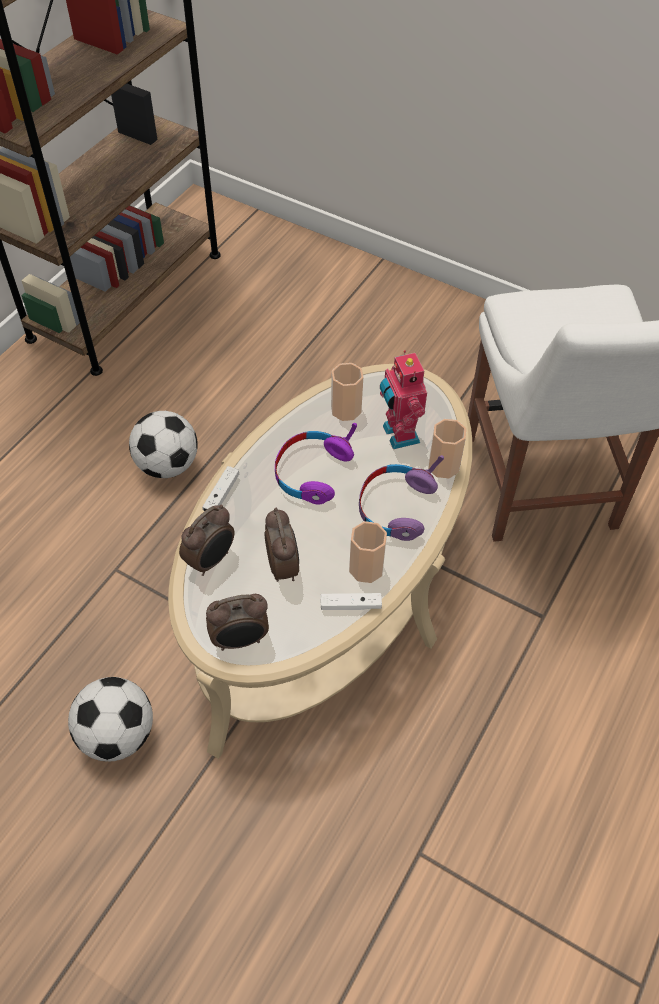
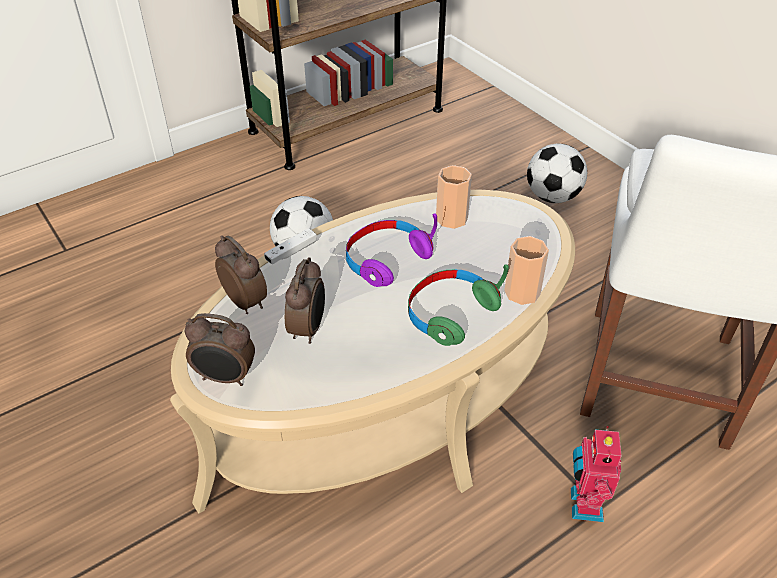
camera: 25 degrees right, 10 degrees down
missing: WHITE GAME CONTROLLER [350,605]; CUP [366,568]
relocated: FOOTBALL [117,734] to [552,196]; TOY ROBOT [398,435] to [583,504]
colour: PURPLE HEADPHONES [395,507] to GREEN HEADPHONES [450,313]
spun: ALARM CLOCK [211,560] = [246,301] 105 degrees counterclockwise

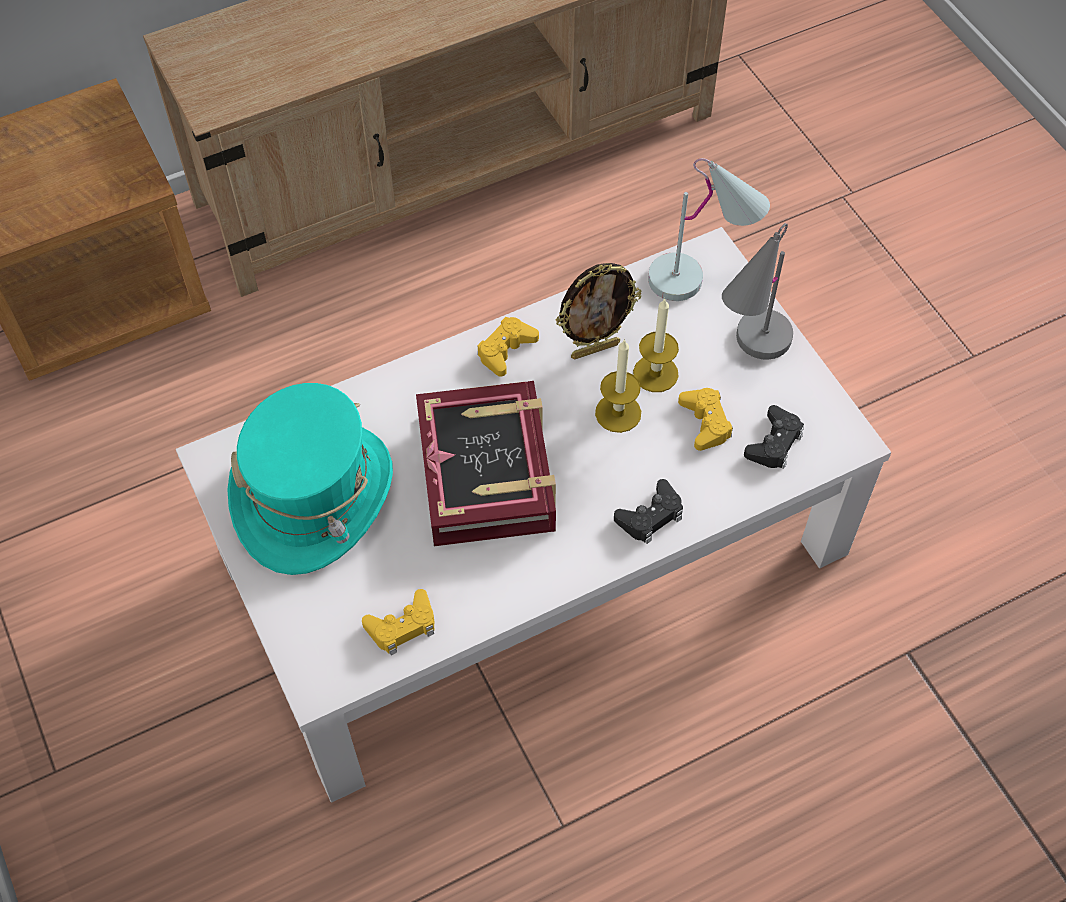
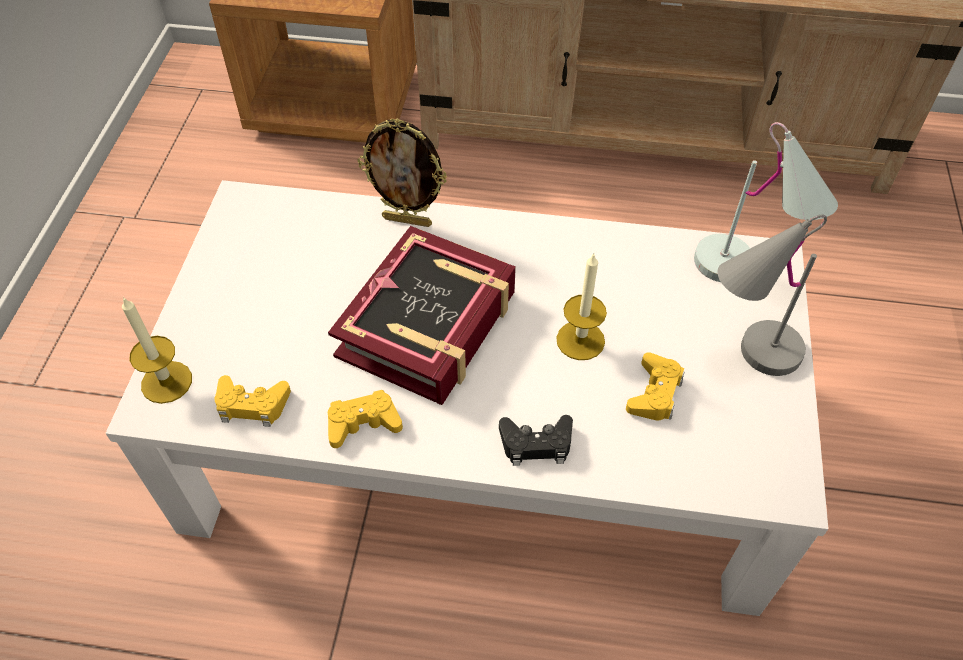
camera: 35 degrees right, 5 degrees down
missing: TURQUOISE HAT [314,496]; BLACK GAME CONTROLLER [774,443]
relocated: YELLOW GAME CONTROLLER [506,350] to [363,423]; PICTURE FRAME [594,349] to [408,220]; CANDLE [655,373] to [166,382]

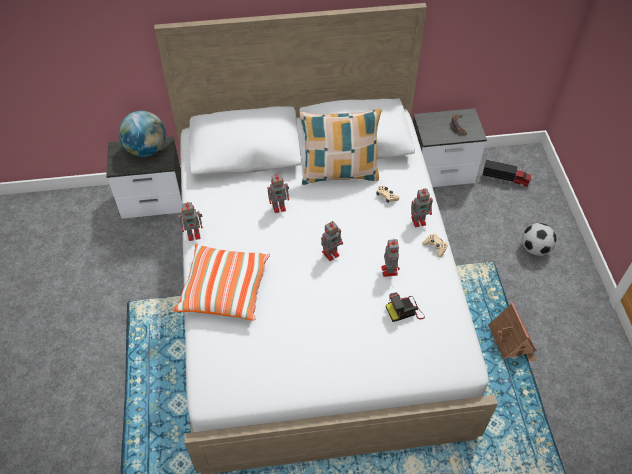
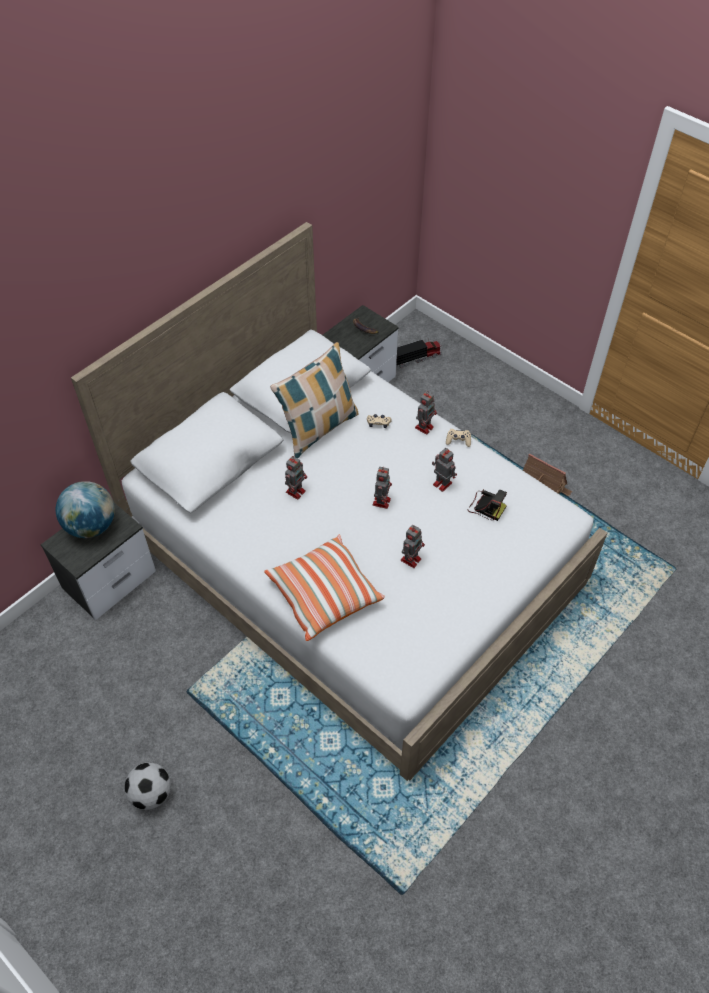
camera: 40 degrees left, 0 degrees up
relocated: TOY ROBOT [194,234] to [411,559]; FOOTBALL [535,249] to [152,793]
spun: PHOTO CAMERA [405,310] = [485,507] 90 degrees counterclockwise

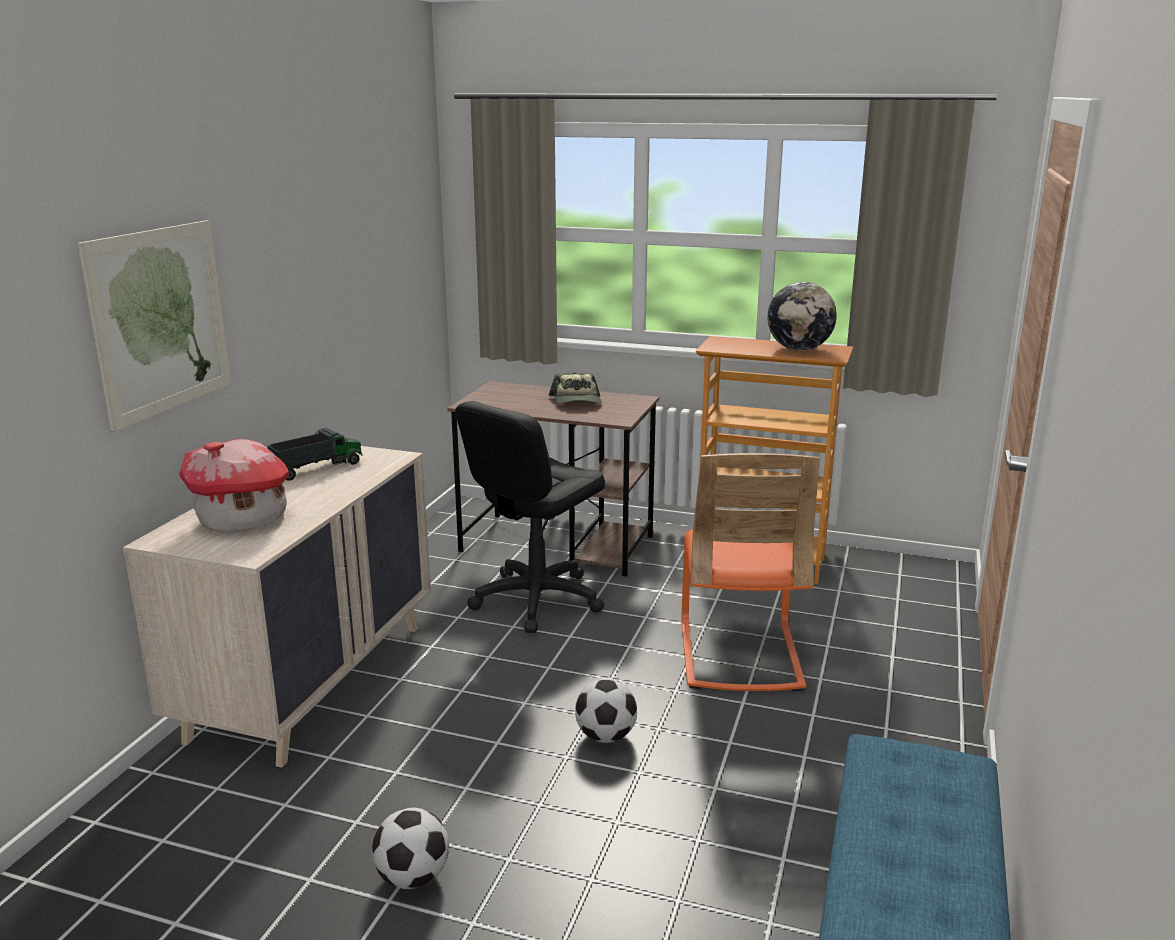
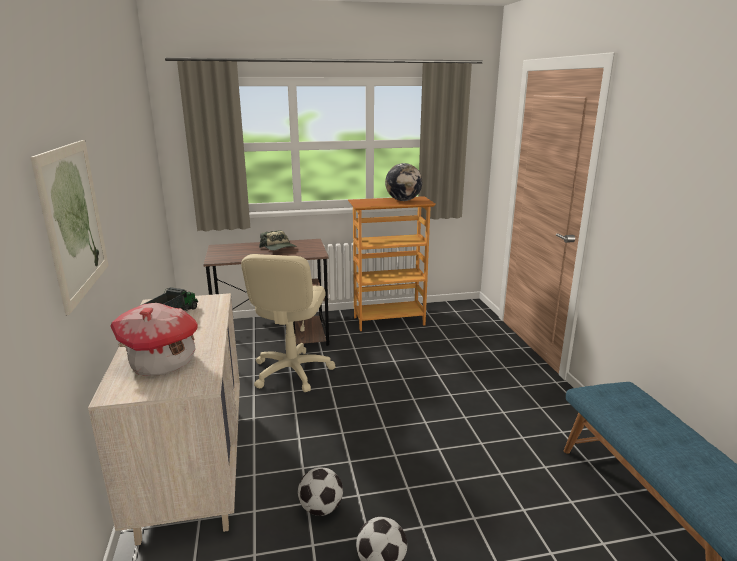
camera: 30 degrees left, 0 degrees up
missing: ORANGE CHAIR [739,655]
relocated: FOOTBALL [606,736] to [321,508]
colour: BLACK OFFICE CHAIR [536,600] to BEIGE OFFICE CHAIR [291,371]

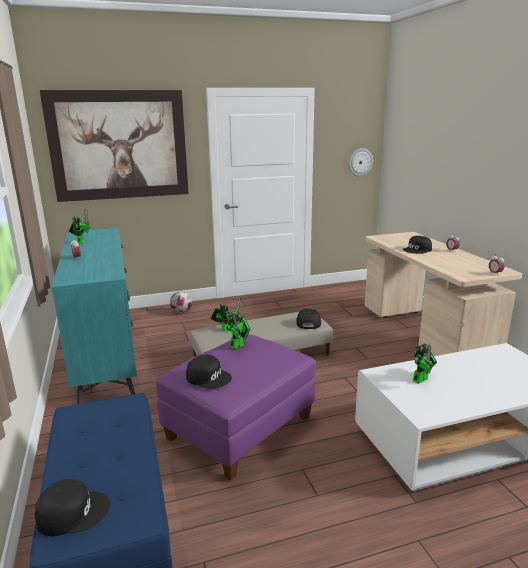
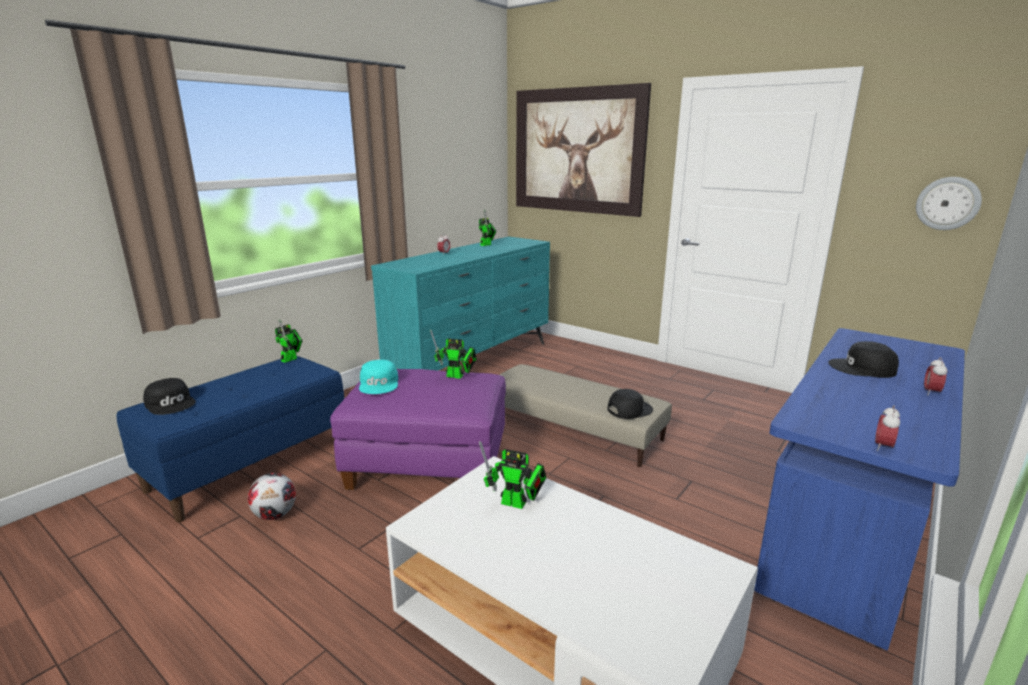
camera: 55 degrees right, 0 degrees up
relocated: FOOTBALL [181,312] to [276,515]; TOY ROBOT [225,329] to [291,359]
colour: BLACK CAP [208,377] to TURQUOISE CAP [379,384]; BEIGE DESK [424,332] to BLUE DESK [847,529]

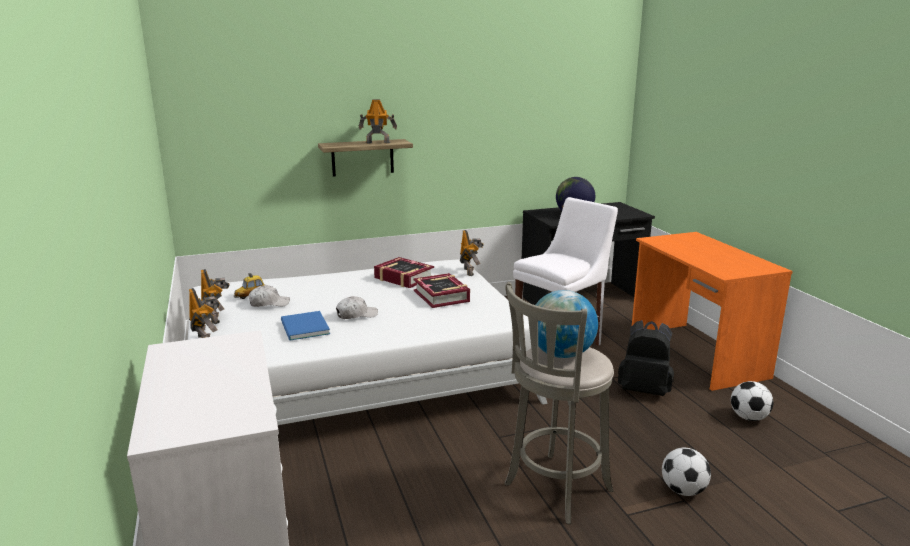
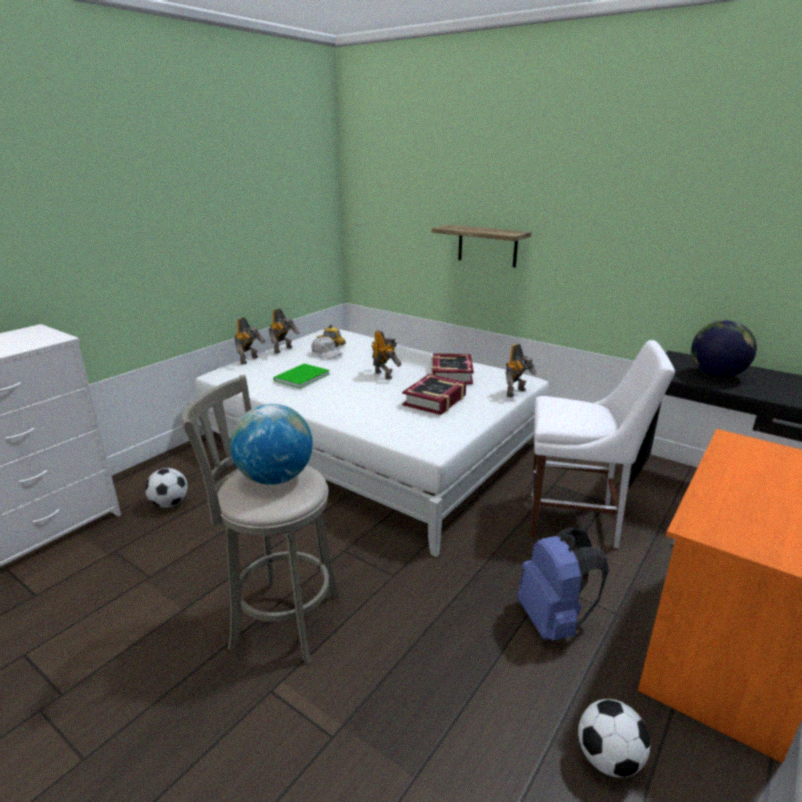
camera: 55 degrees right, 5 degrees up
missing: WHITE CAP [356,315]
relocated: TOY ROBOT [378,143] to [384,375]; FOOTBALL [683,490] to [170,504]
colour: BLUE BOOK [304,328] to GREEN BOOK [300,377]; BLACK BACKPACK [644,390] to BLUE BACKPACK [553,621]

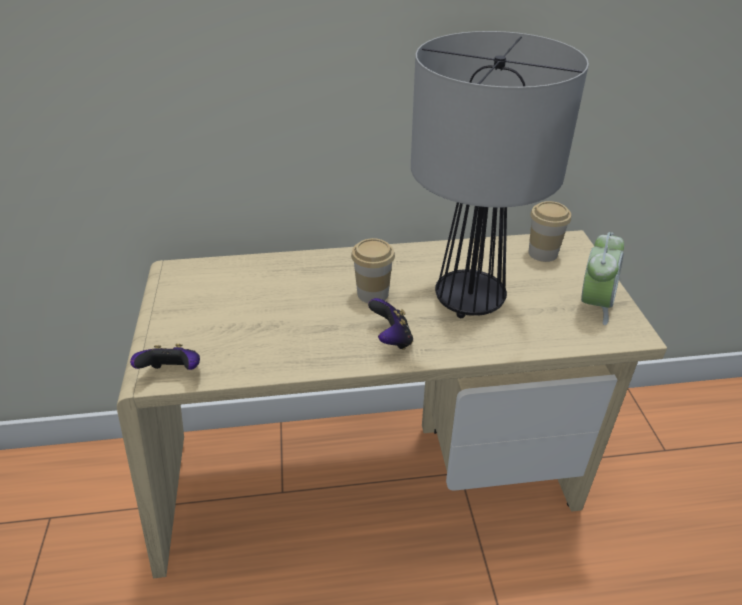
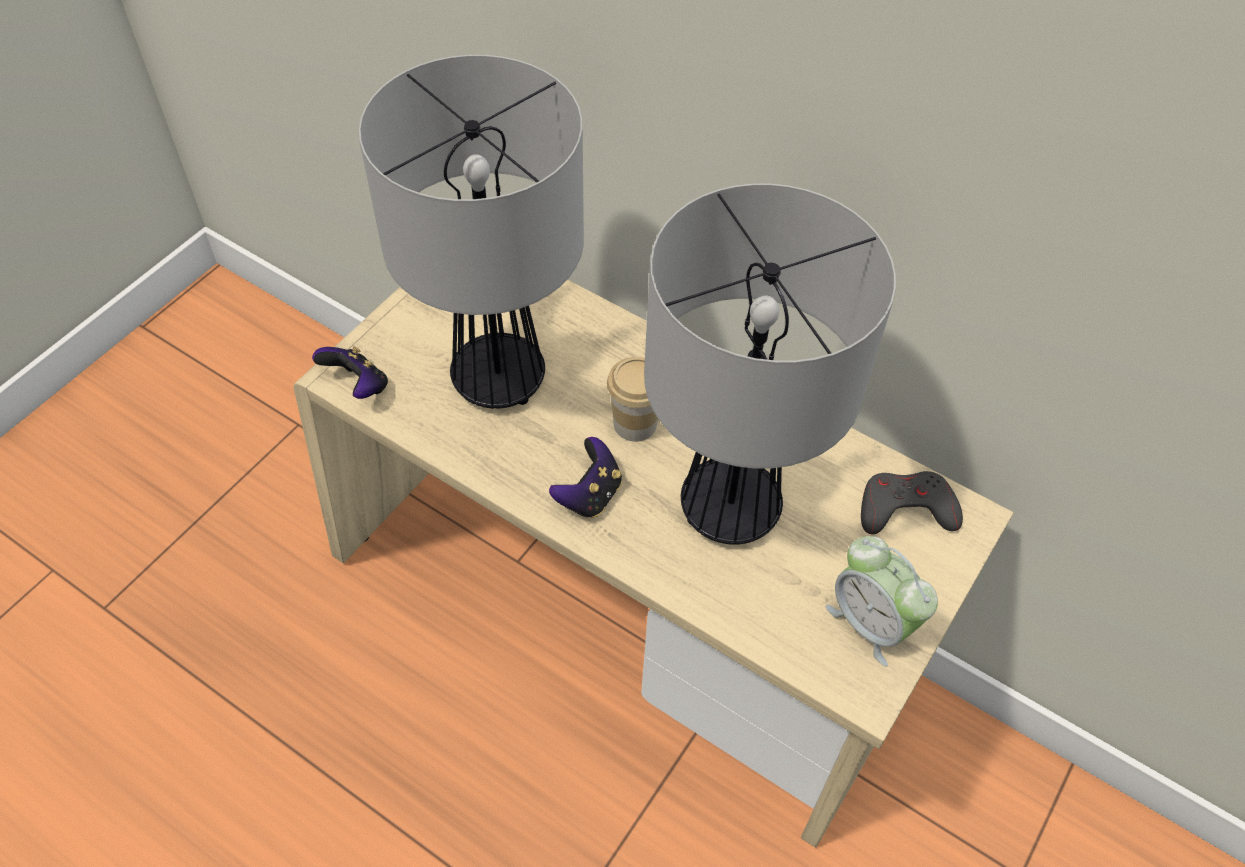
camera: 40 degrees right, 15 degrees up
appeared: TABLE LAMP [498,378]
exchanged: CUP [542,253] to GREY GAME CONTROLLER [905,509]
spun: ALARM CLOCK [594,304] = [871,623] 75 degrees clockwise

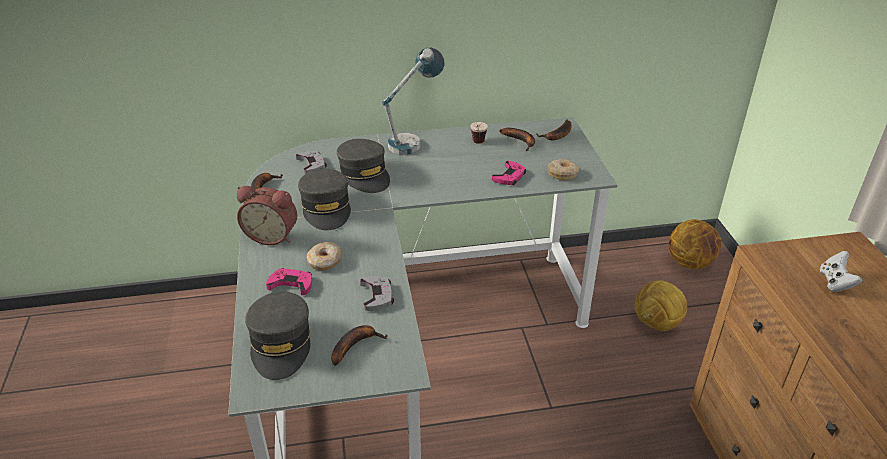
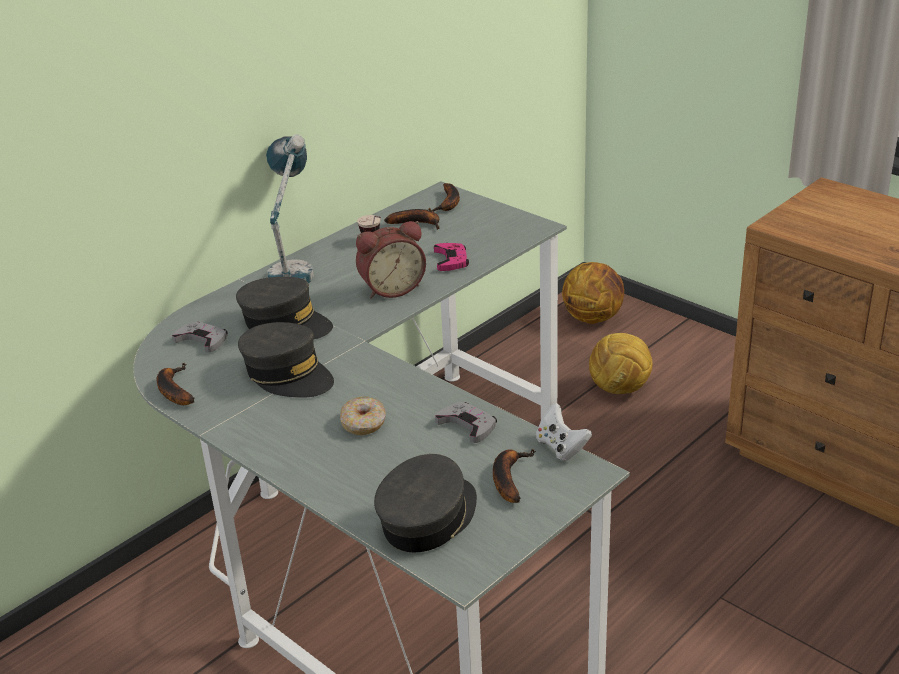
camera: 35 degrees left, 5 degrees down
missing: PINK GAME CONTROLLER [291,284]; DONUT [562,174]
relocated: ALARM CLOCK [272,235] to [391,288]; WHITE GAME CONTROLLER [835,282] to [561,447]
spun: GREY CAP [281,344] = [428,518] 105 degrees counterclockwise

